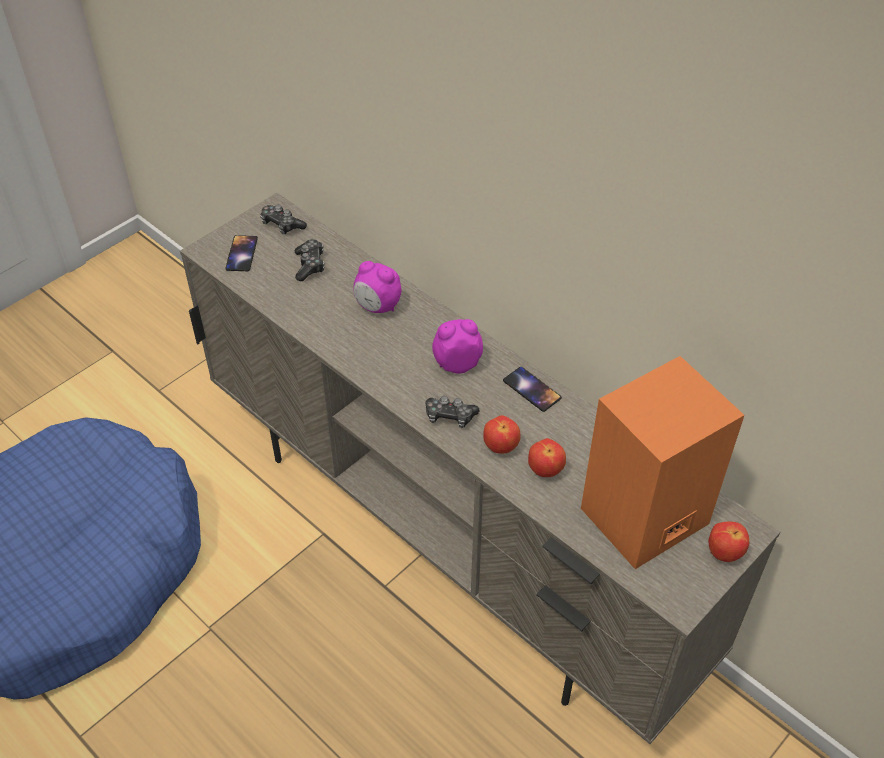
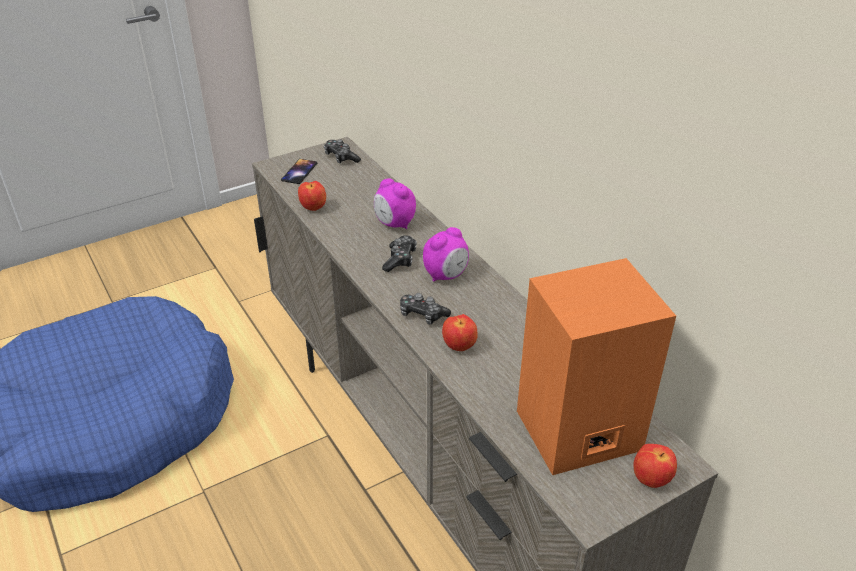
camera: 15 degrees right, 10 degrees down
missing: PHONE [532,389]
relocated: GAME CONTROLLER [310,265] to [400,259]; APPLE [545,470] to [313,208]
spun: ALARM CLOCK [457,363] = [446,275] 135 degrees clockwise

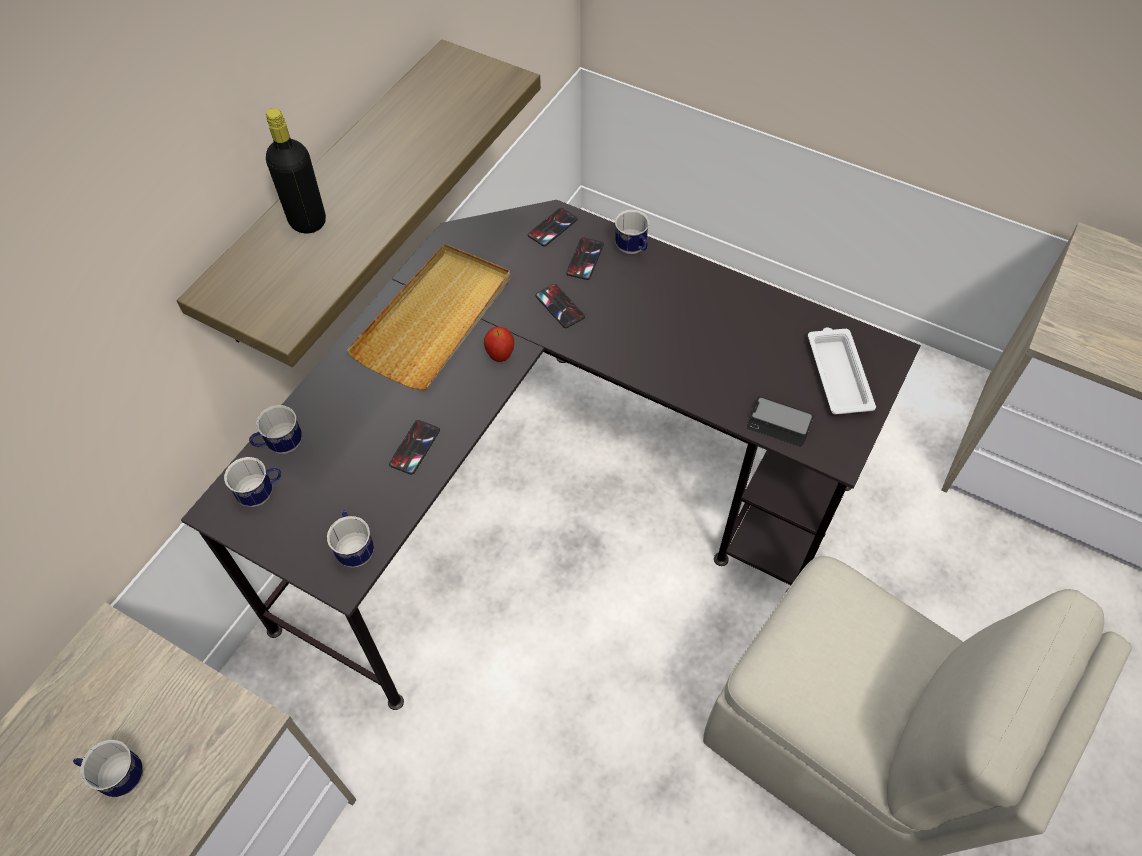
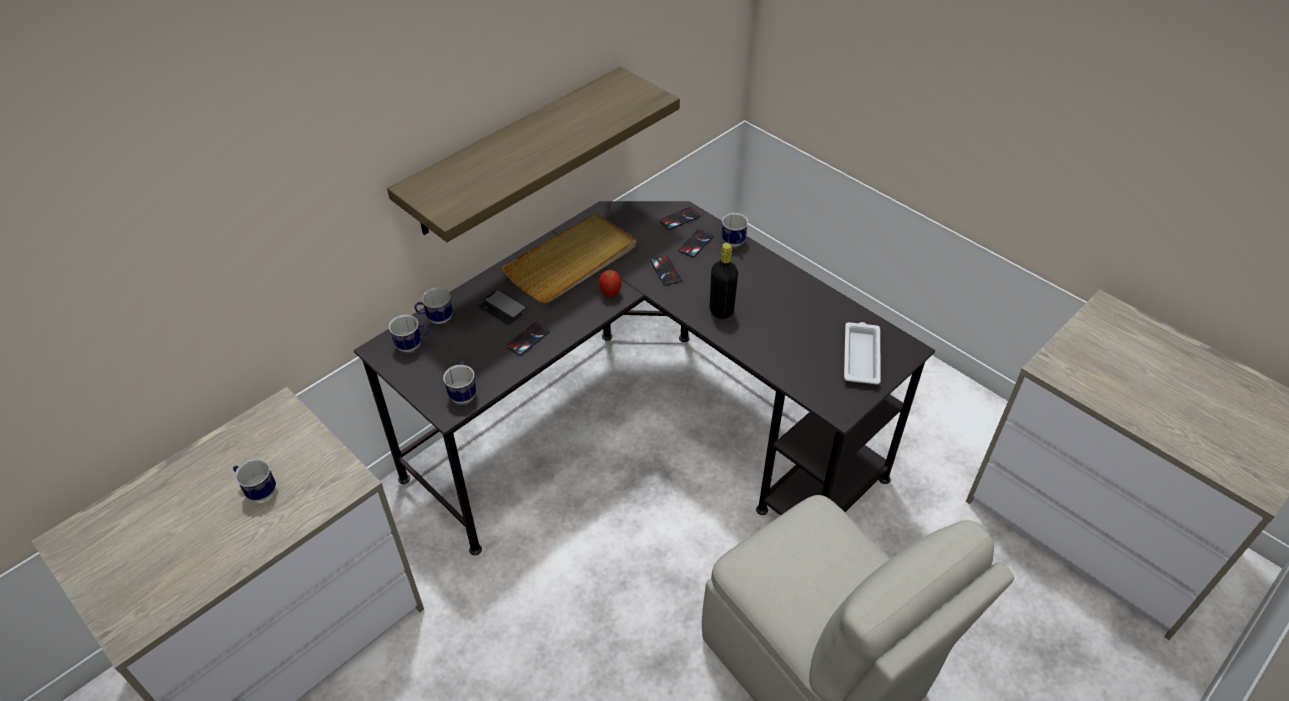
camera: 15 degrees right, 10 degrees down
relocated: BLACK BOTTLE [307,221] to [721,311]; PHONE [779,422] to [503,308]

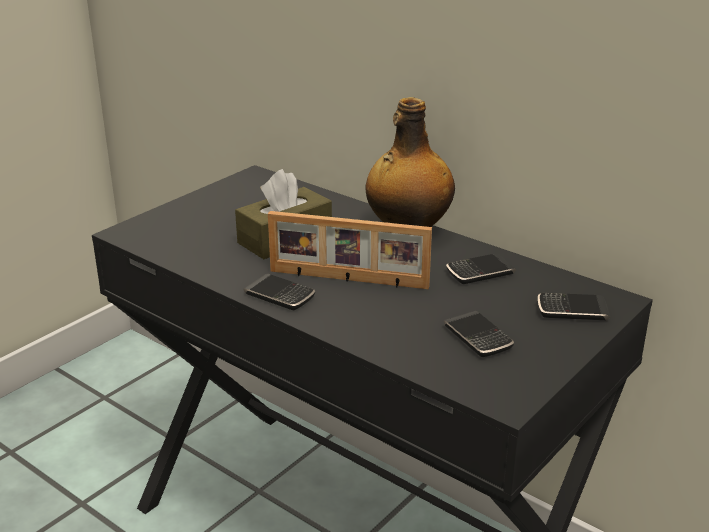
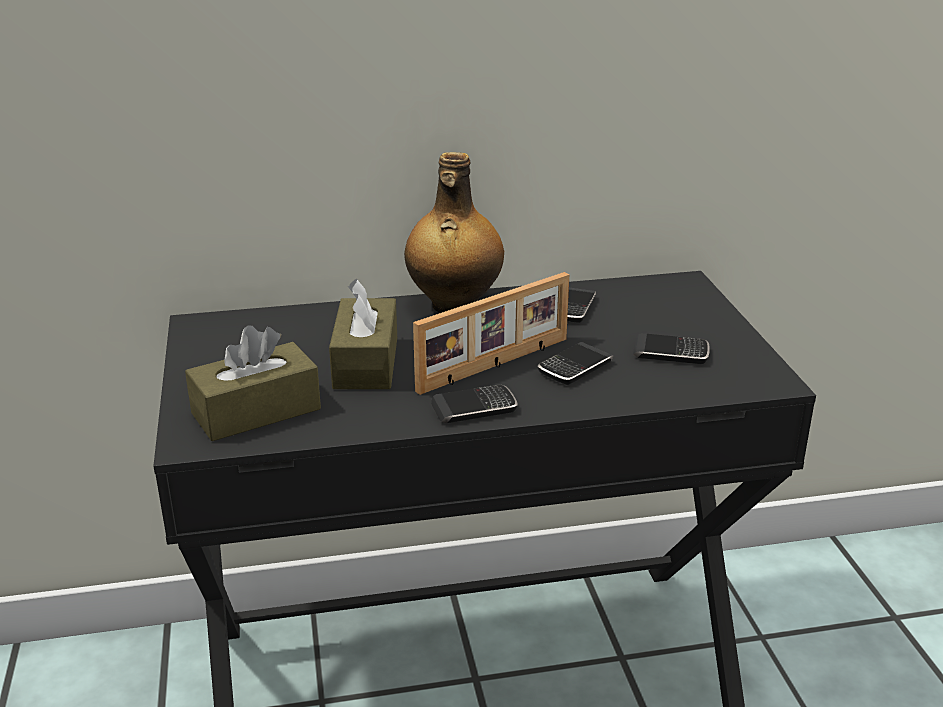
camera: 50 degrees left, 0 degrees up
appeared: BROWN TISSUE BOX [256,411]
relocated: PHONE [572,310] to [575,367]

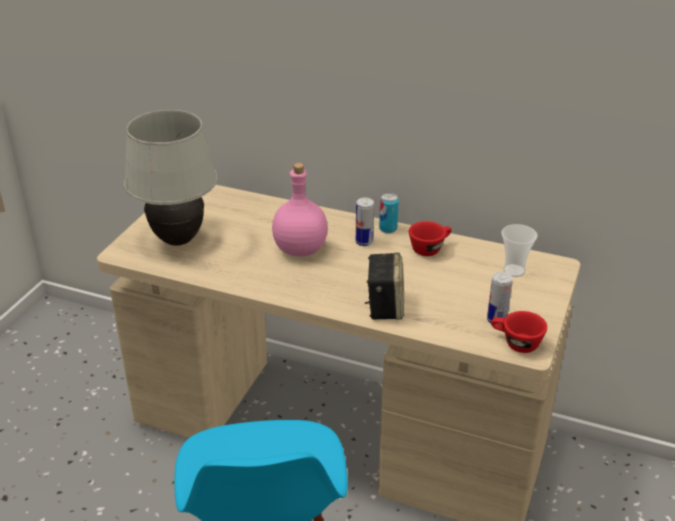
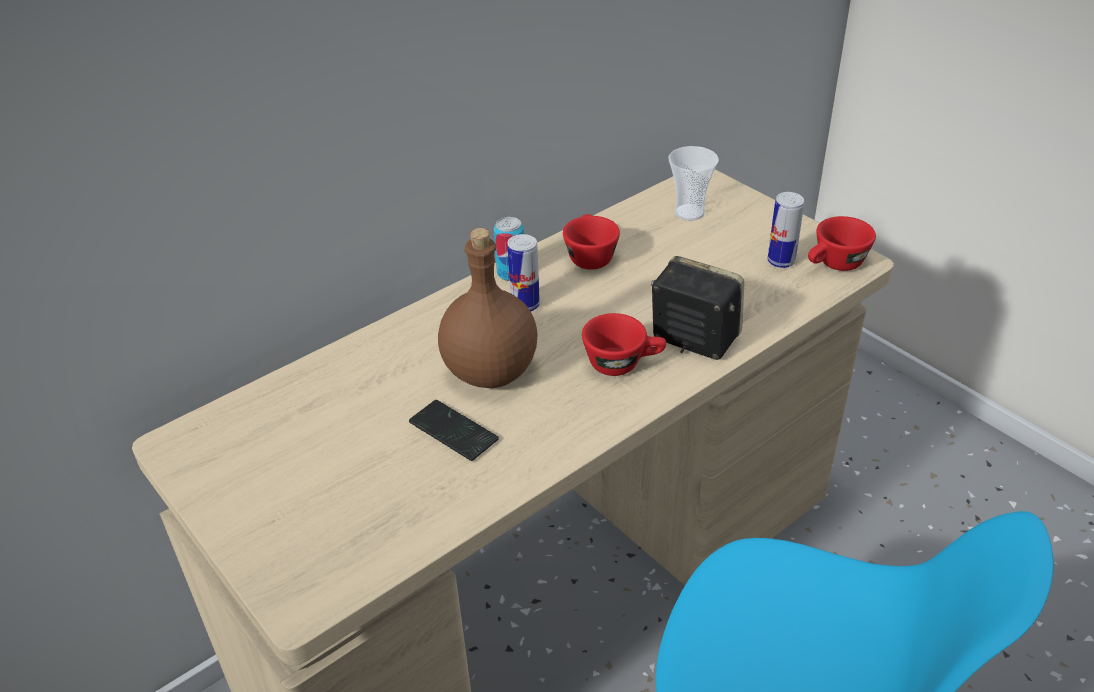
camera: 60 degrees left, 5 degrees up
missing: WHITE TABLE LAMP [178,239]
appeared: PHONE [453,432]; RED CUP [623,363]
colour: PINK BOTTLE [301,250] to BROWN BOTTLE [492,371]

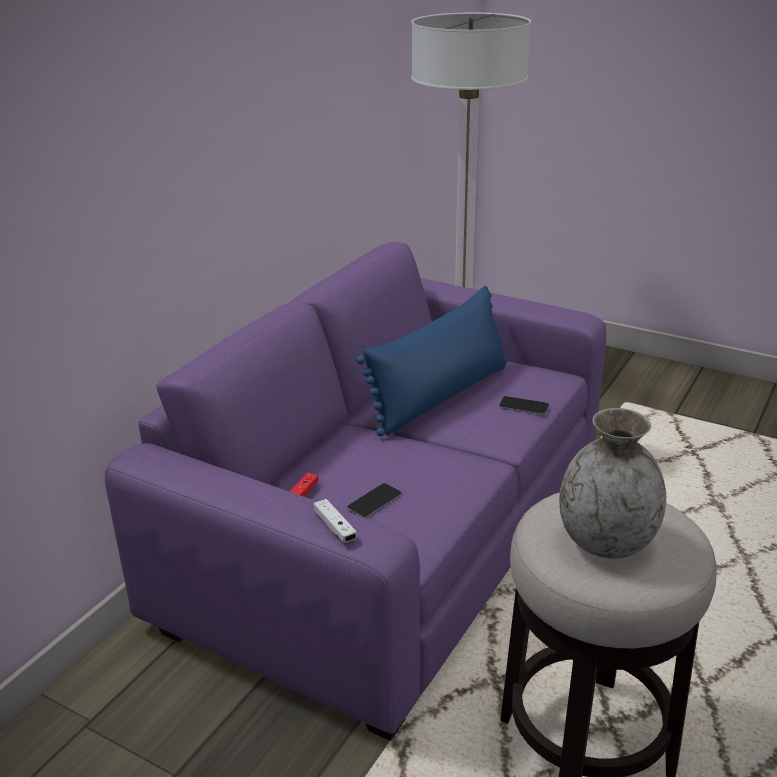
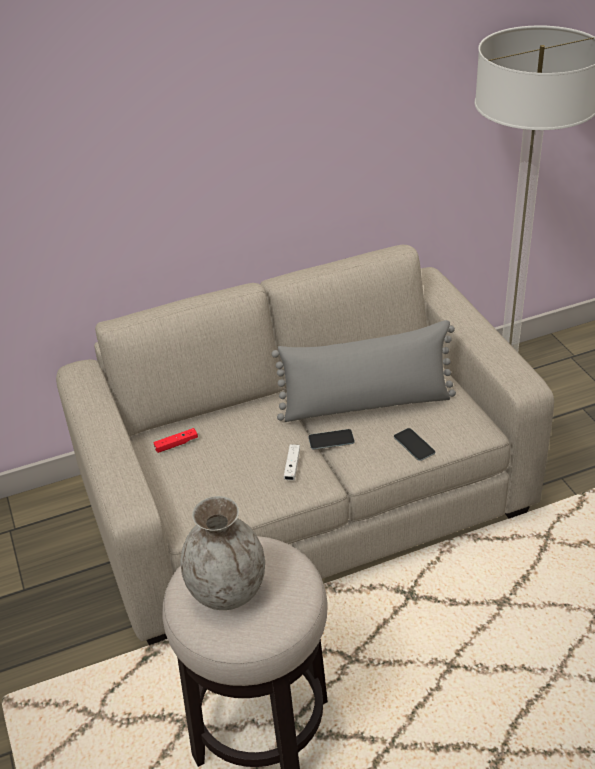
camera: 40 degrees right, 10 degrees up
relocated: WHITE GAME CONTROLLER [335,527] to [292,466]; PHONE [374,501] to [331,440]
colour: PURPLE SOFA [390,534] to BEIGE SOFA [304,497]; BLUE PILLOW [440,396] to GREY PILLOW [366,404]

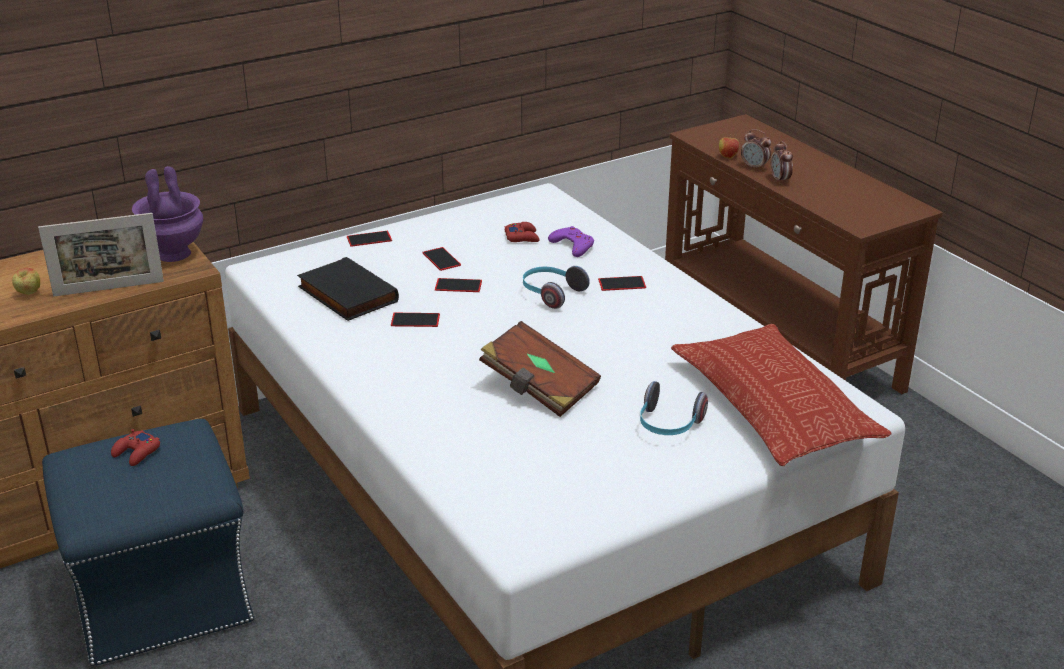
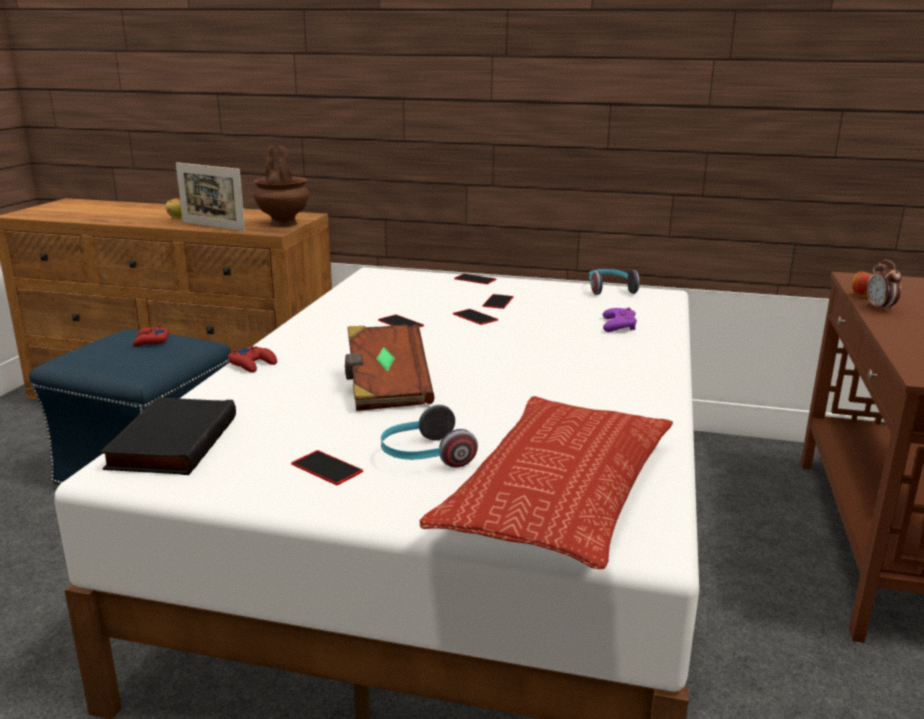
camera: 45 degrees right, 10 degrees down
missing: ALARM CLOCK [780,180]
relocated: BLACK BOOK [345,295] to [171,442]; RED GAME CONTROLLER [522,237] to [253,364]; HEADPHONES [551,294] to [609,289]; PHONE [622,283] to [326,468]
colour: PURPLE VASE [173,254] to BROWN VASE [282,224]

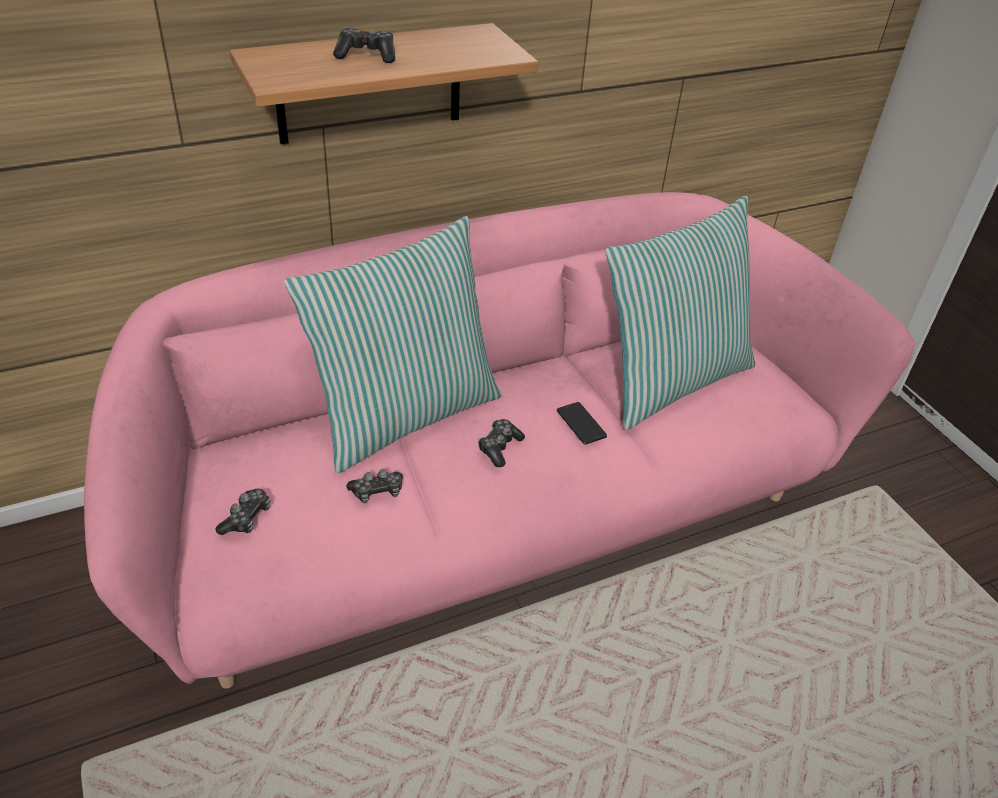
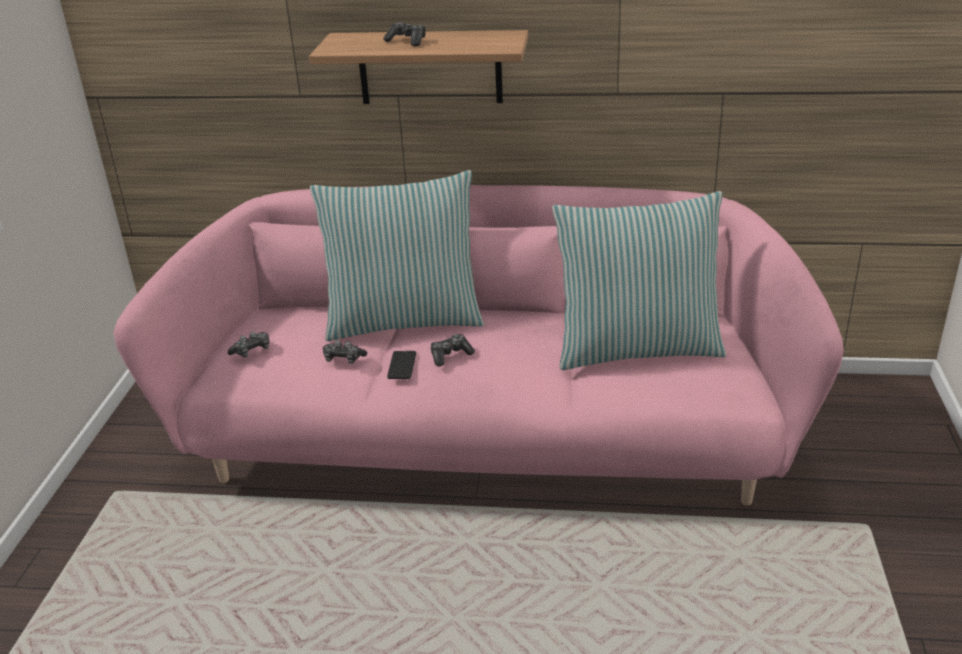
camera: 35 degrees right, 10 degrees down
relocated: PHONE [581,423] to [402,365]

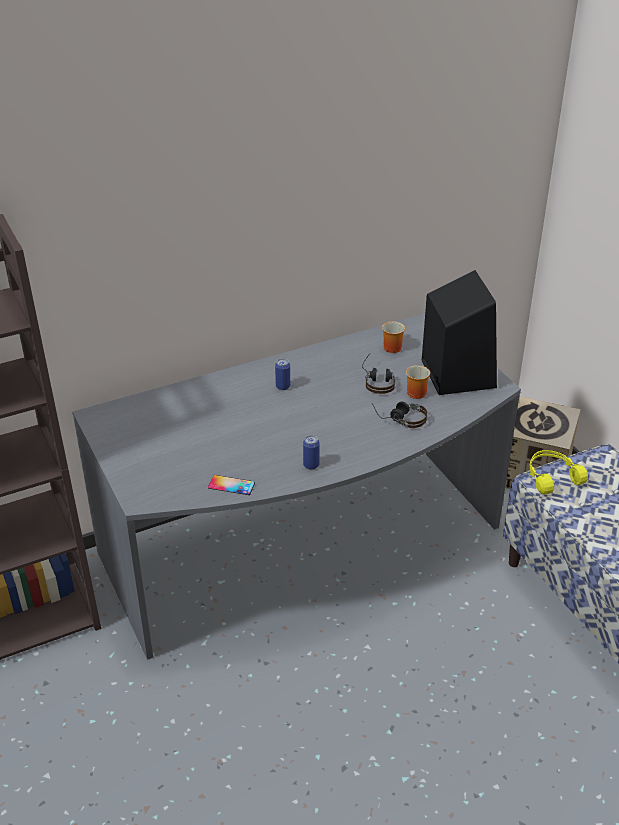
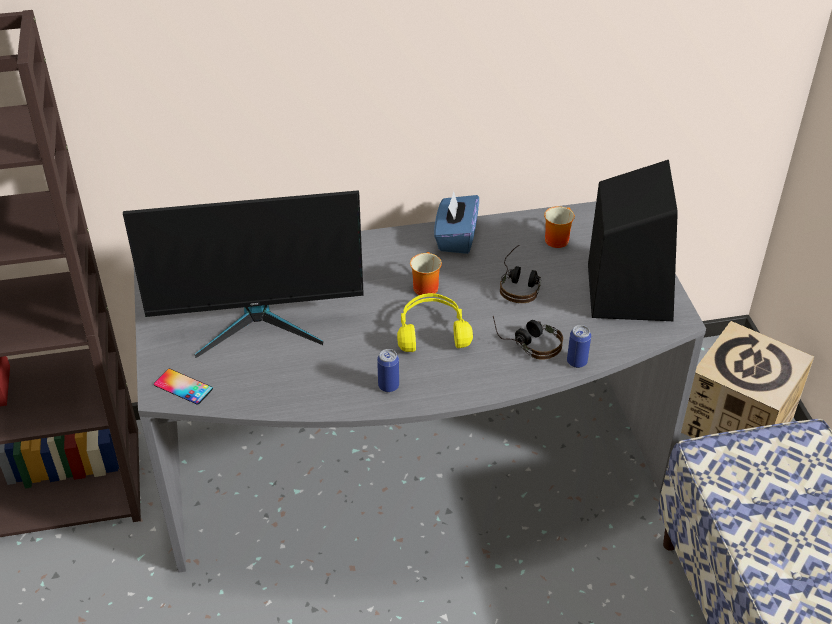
camera: 15 degrees right, 5 degrees up
appeared: MONITOR [258,323]; BLUE TISSUE BOX [456,237]
relocated: PHONE [231,485] to [183,387]; CAN [283,386] to [577,362]; MUG [414,392] to [424,286]; YELLOW HEADPHONES [551,477] to [432,331]

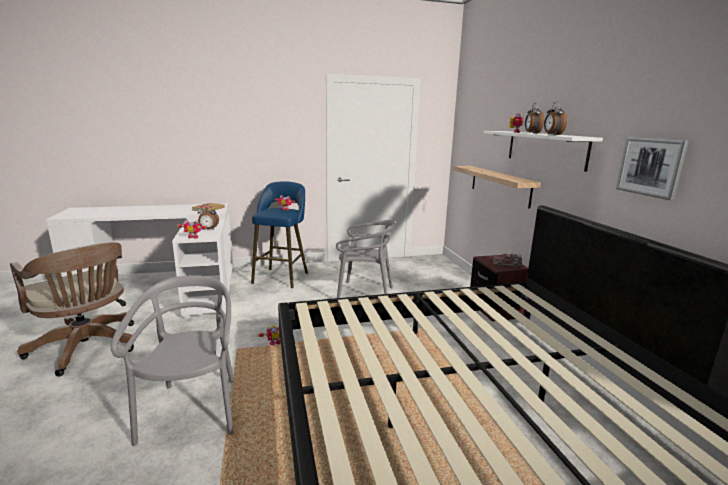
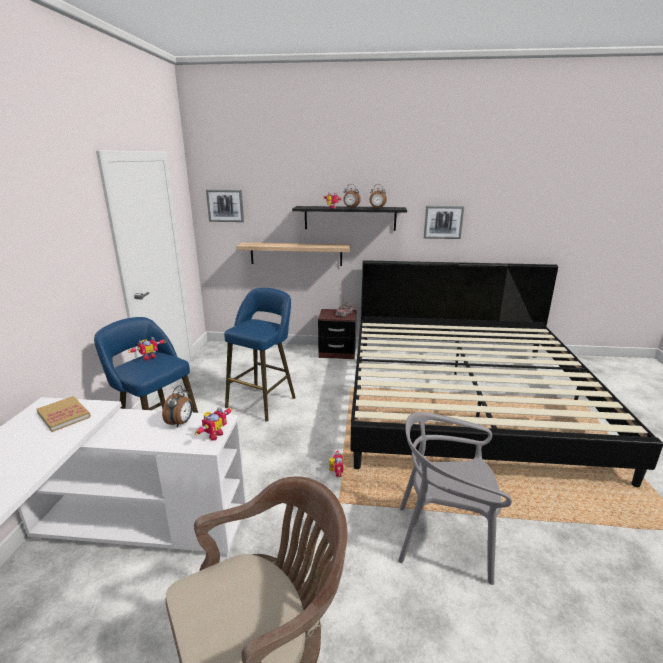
camera: 70 degrees left, 5 degrees up
appeared: PICTURE [225,205]
exchanged: GREY CHAIR [364,293] to BLUE STOOL [263,400]
colour: WHITE SHELF [545,149] to BLACK SHELF [350,218]

